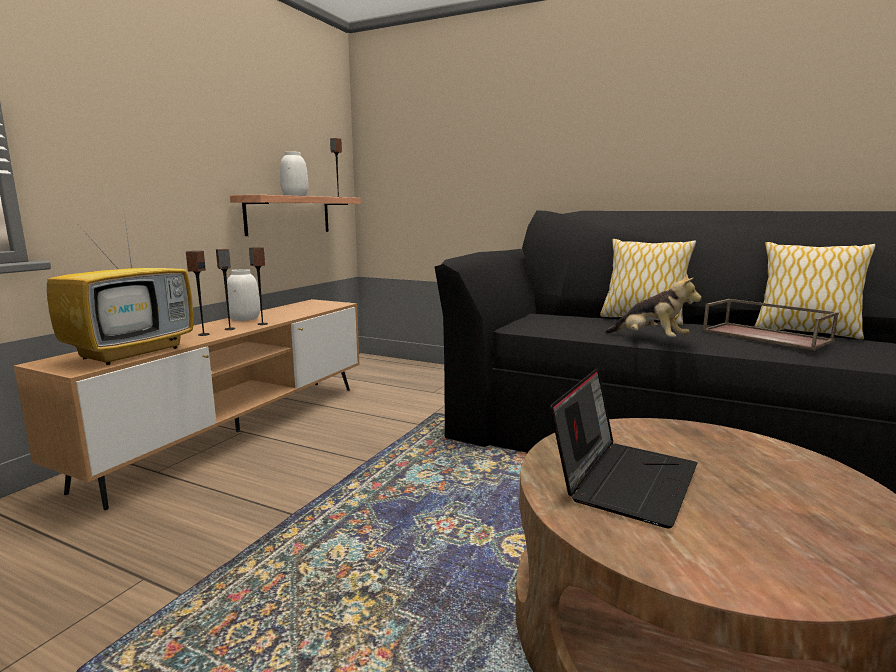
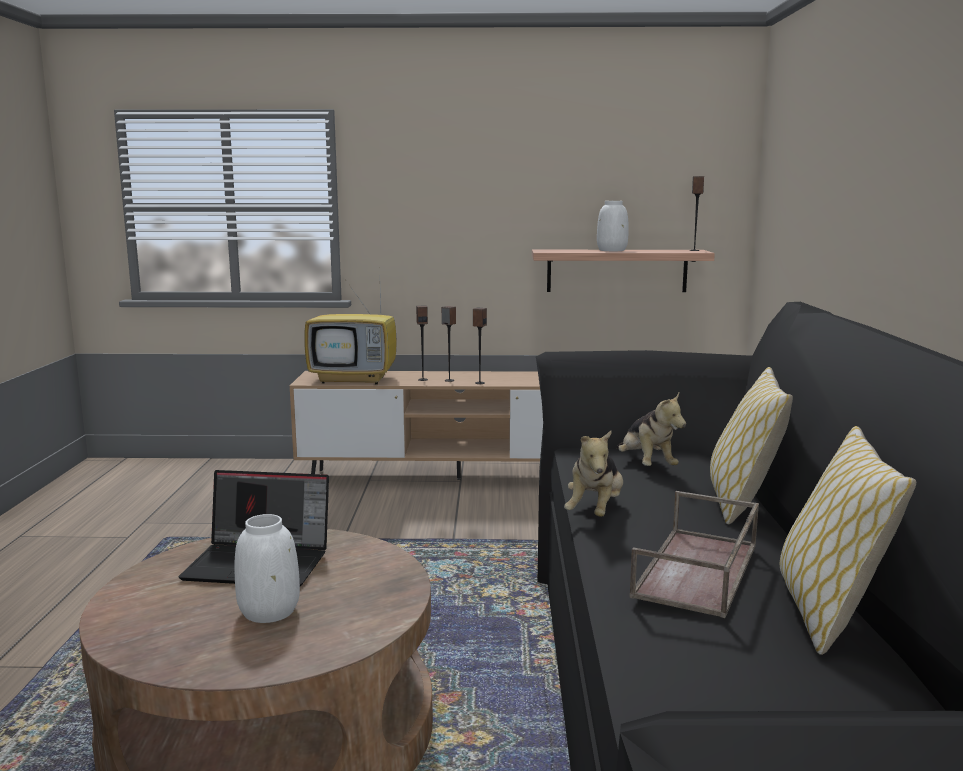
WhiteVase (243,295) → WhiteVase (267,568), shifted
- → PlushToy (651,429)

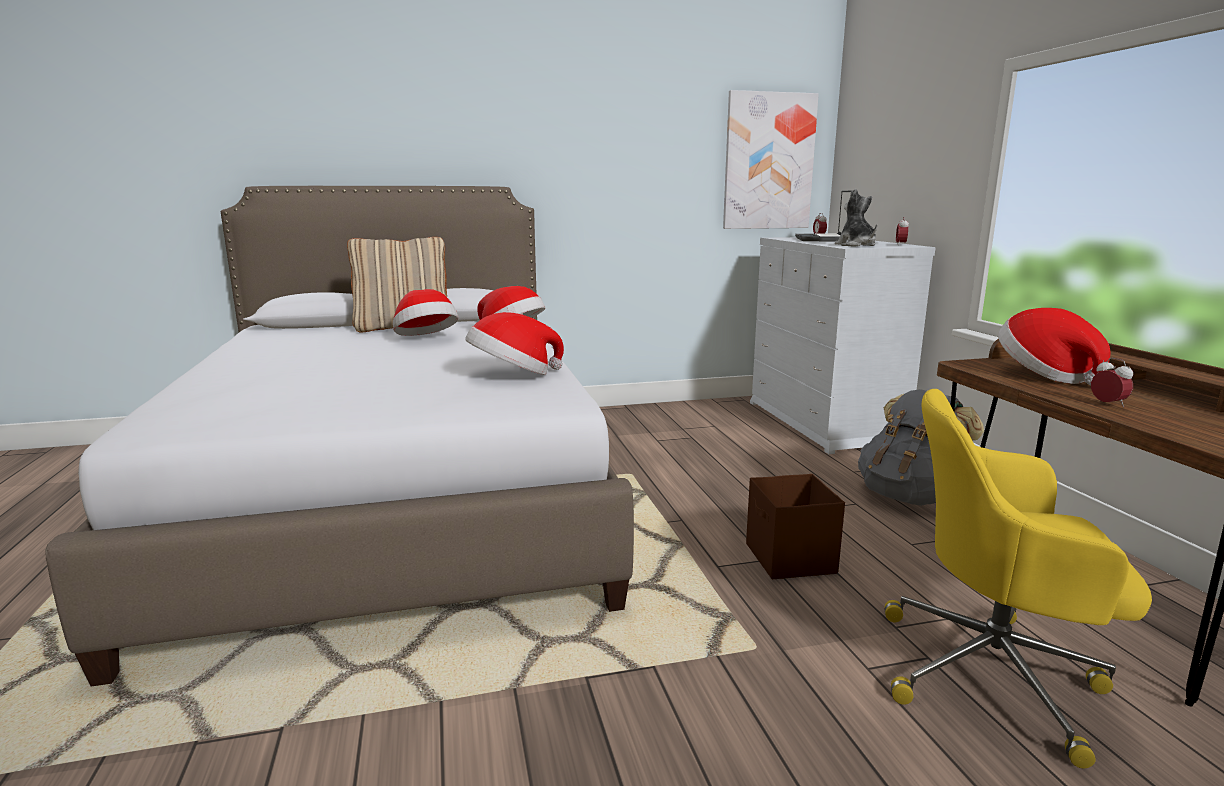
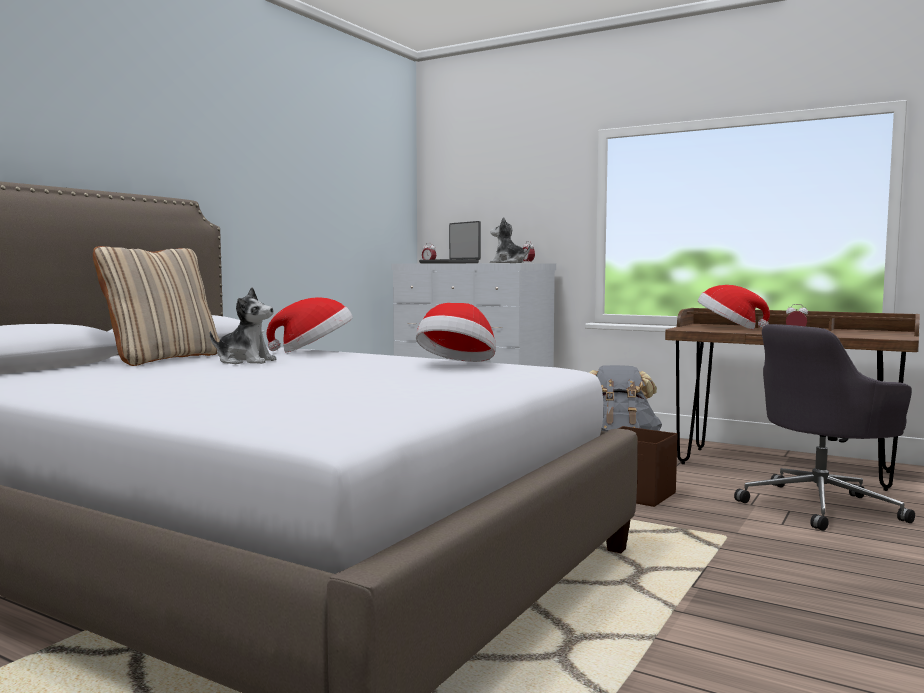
Hat (425,312) → PlushToy (243,325)
YellowOfficeChair (1018,579) → GreyOfficeChair (824,427)
Picture (771,159) → -

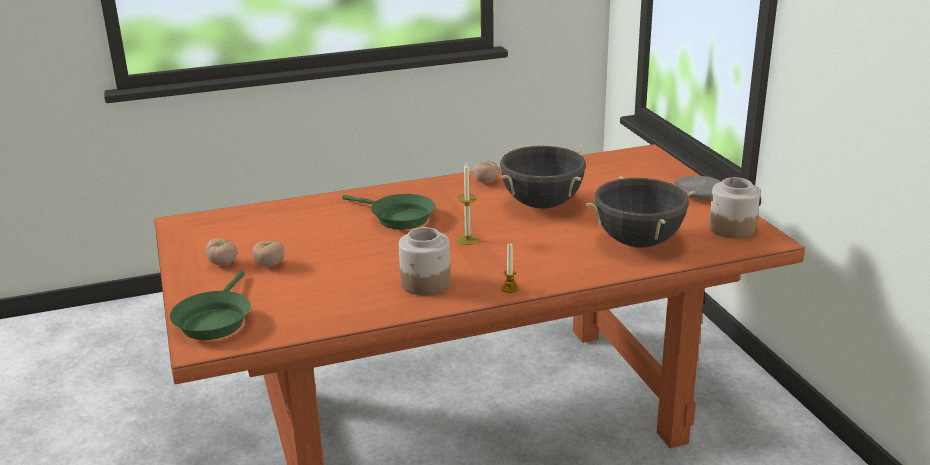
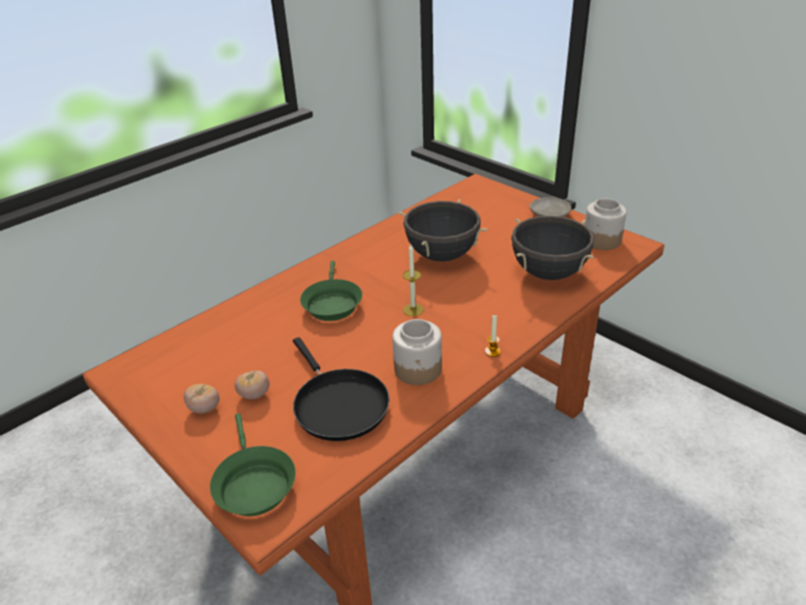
- → BlackFryingPan (341,389)
GreenFryingPan (388,212) → GreenFryingPan (331,290), 75 degrees clockwise
Tomato (486,172) → -

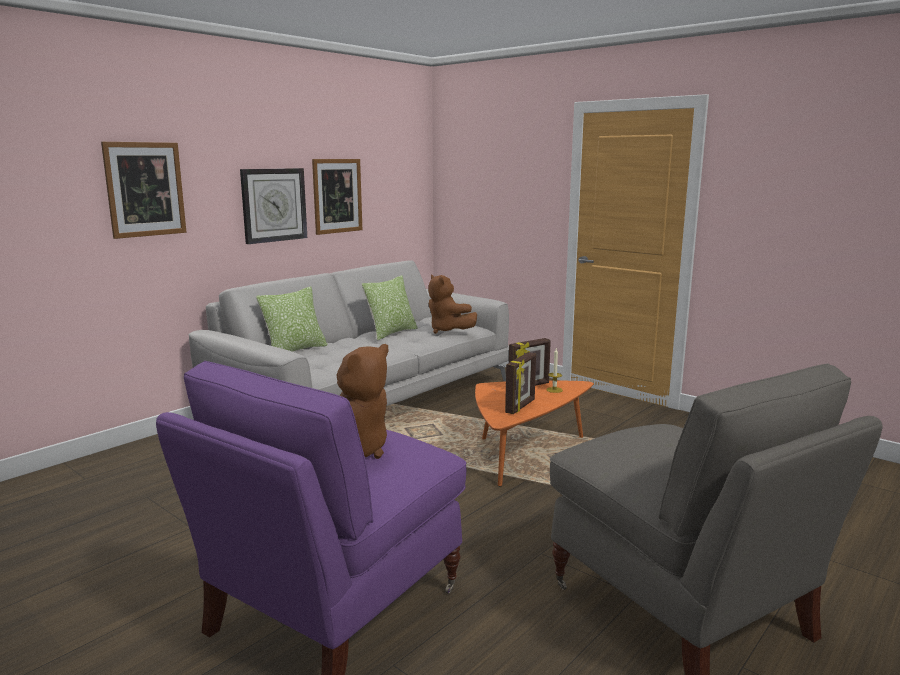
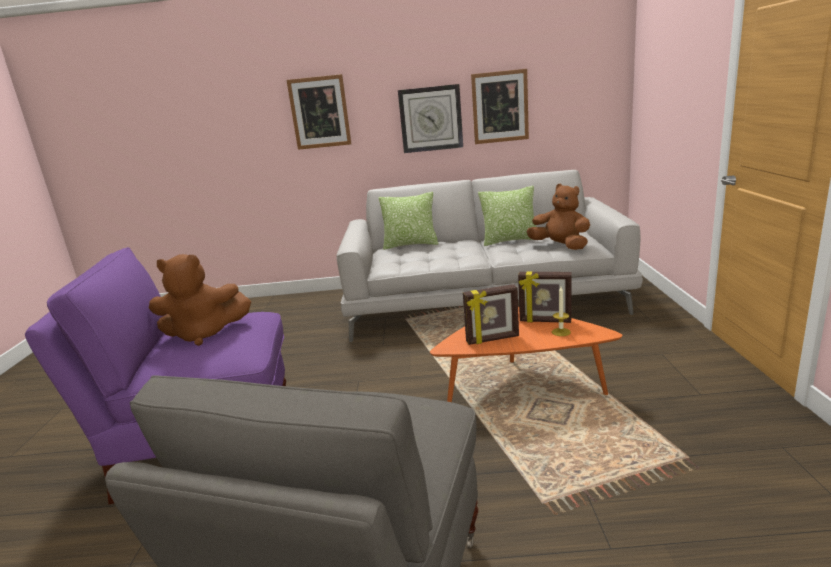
BrownPlushToy (452,304) → BrownPlushToy (558,217), 120 degrees clockwise

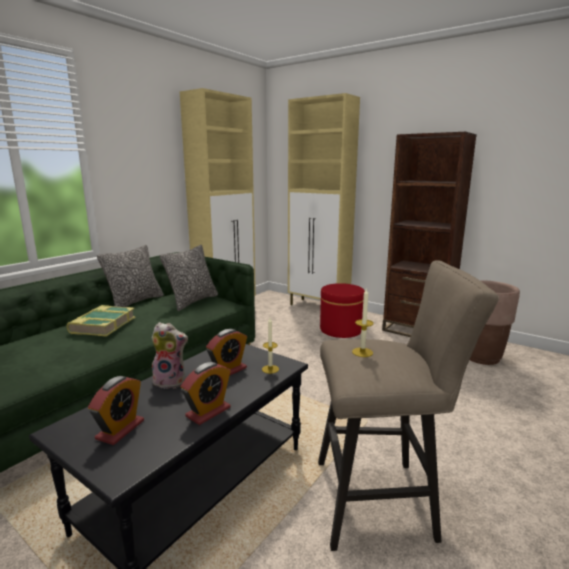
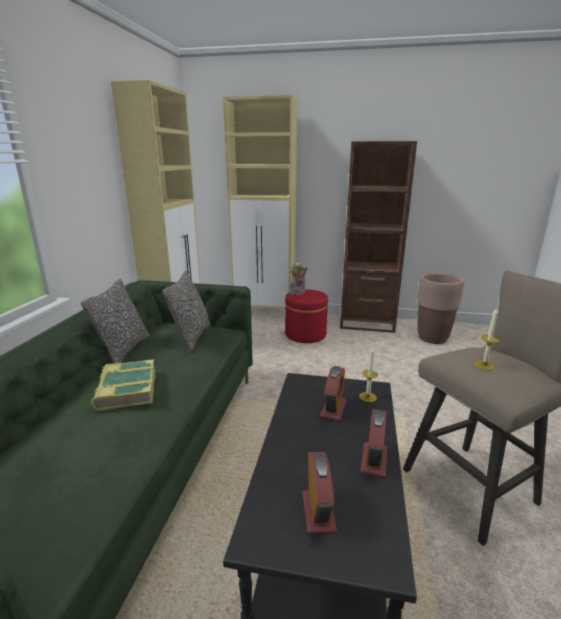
PlushToy (170,355) → PlushToy (299,278), shifted

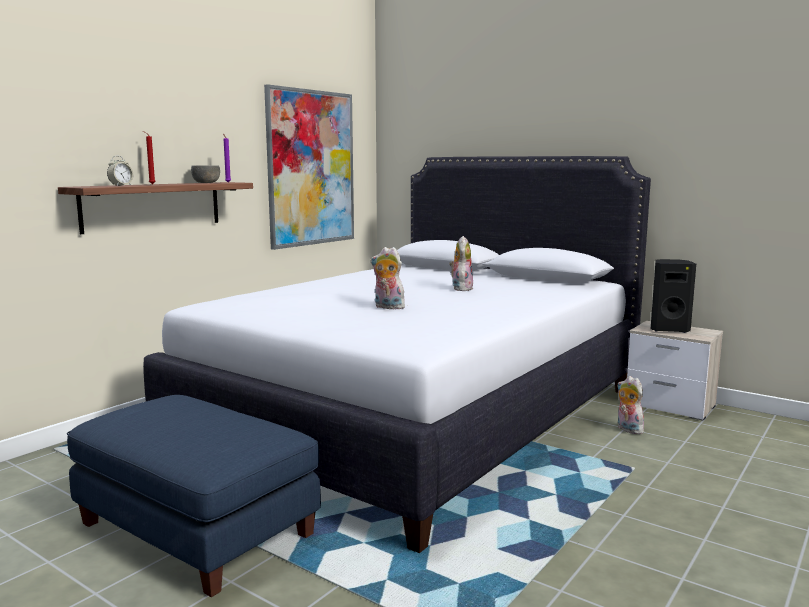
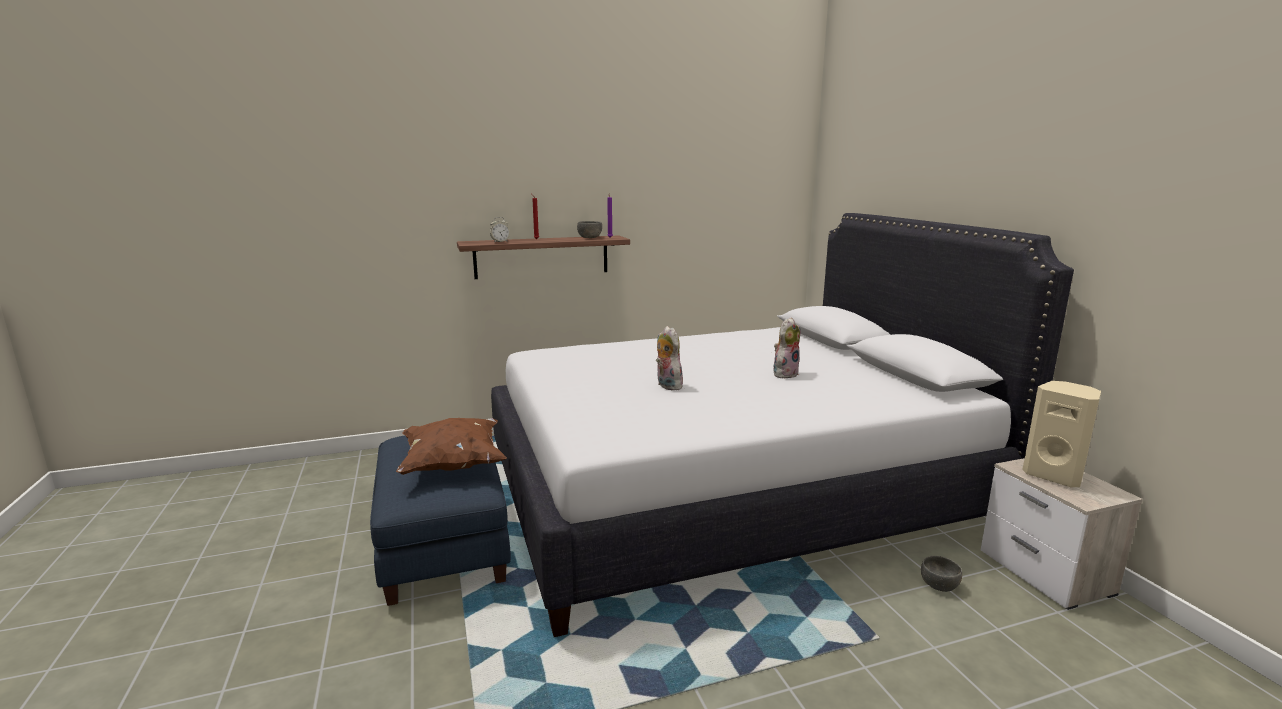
- → BrownPillow (451,446)
PlushToy (630,405) → GreyBowl (941,574)
BlackSpeaker (673,296) → BeigeSpeaker (1061,434)
Picture (309,167) → -

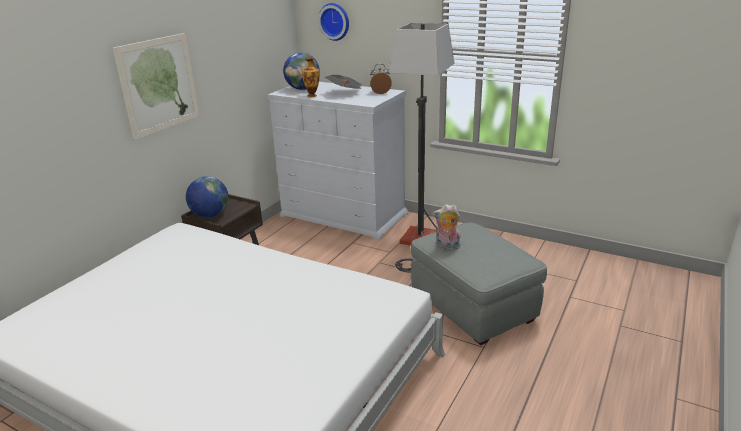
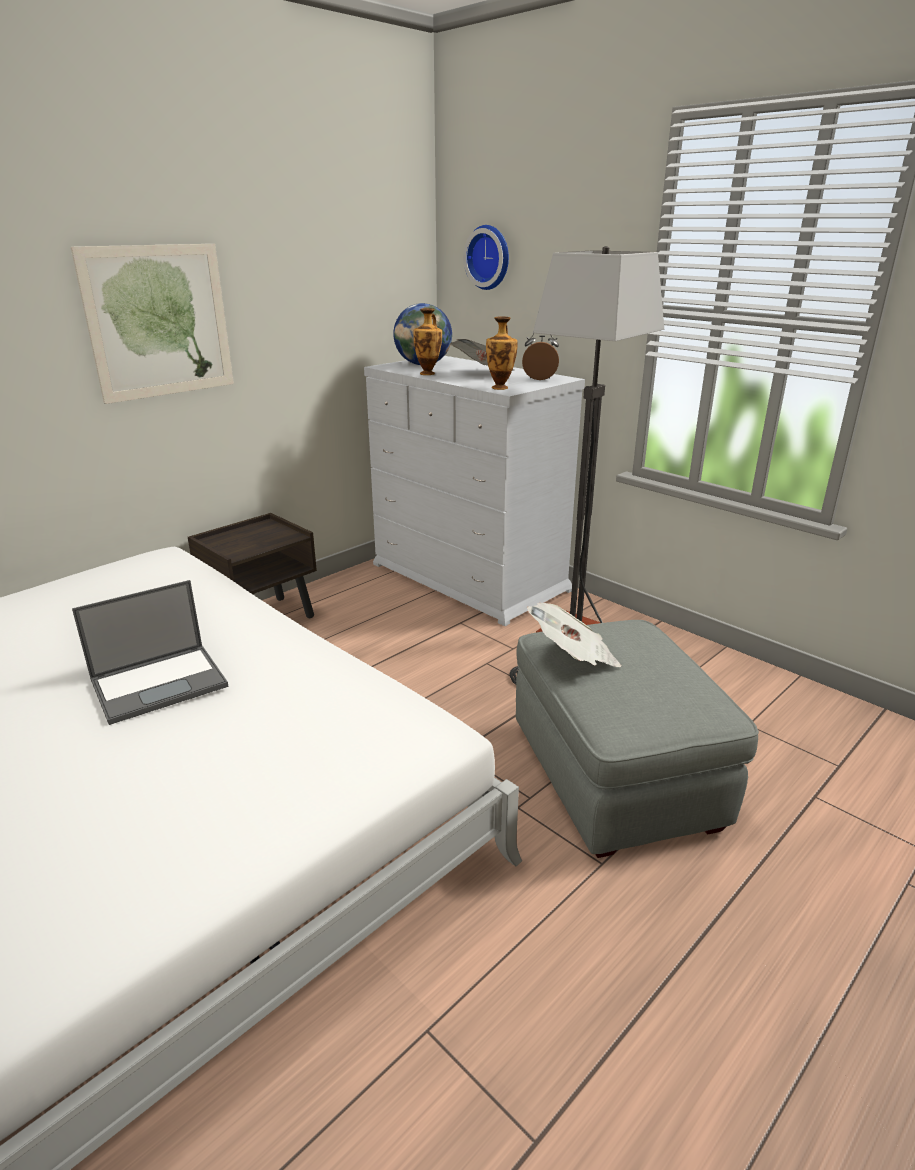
- → Laptop (150,652)
- → Vase (502,353)
PlushToy (447,227) → Newspaper (574,635)
Globe (207,197) → -

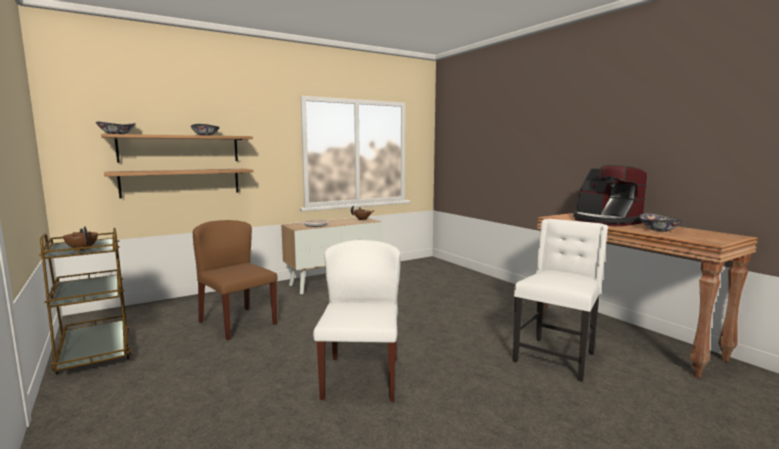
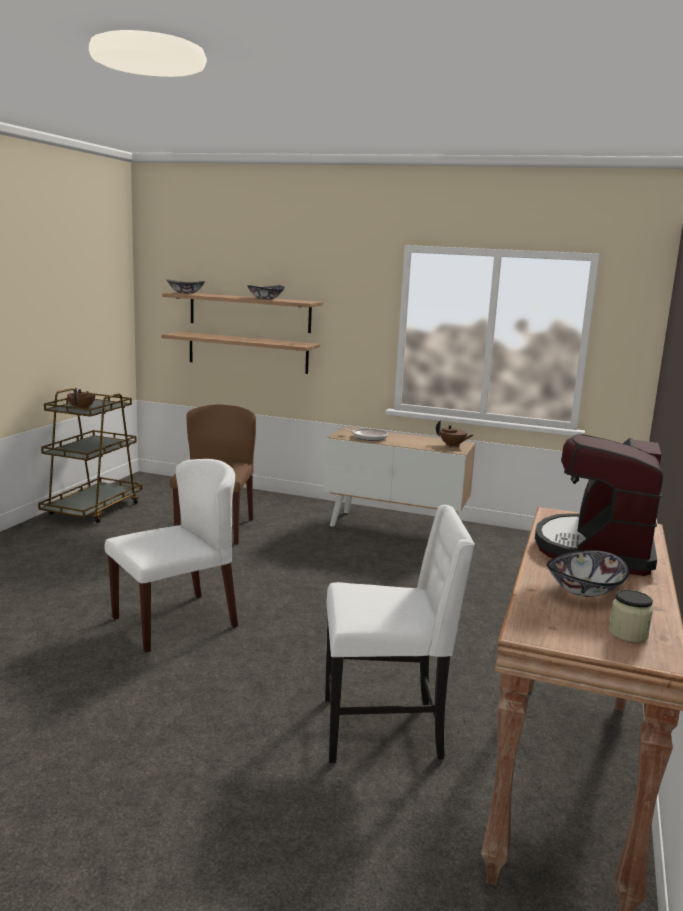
- → Jar (631,616)

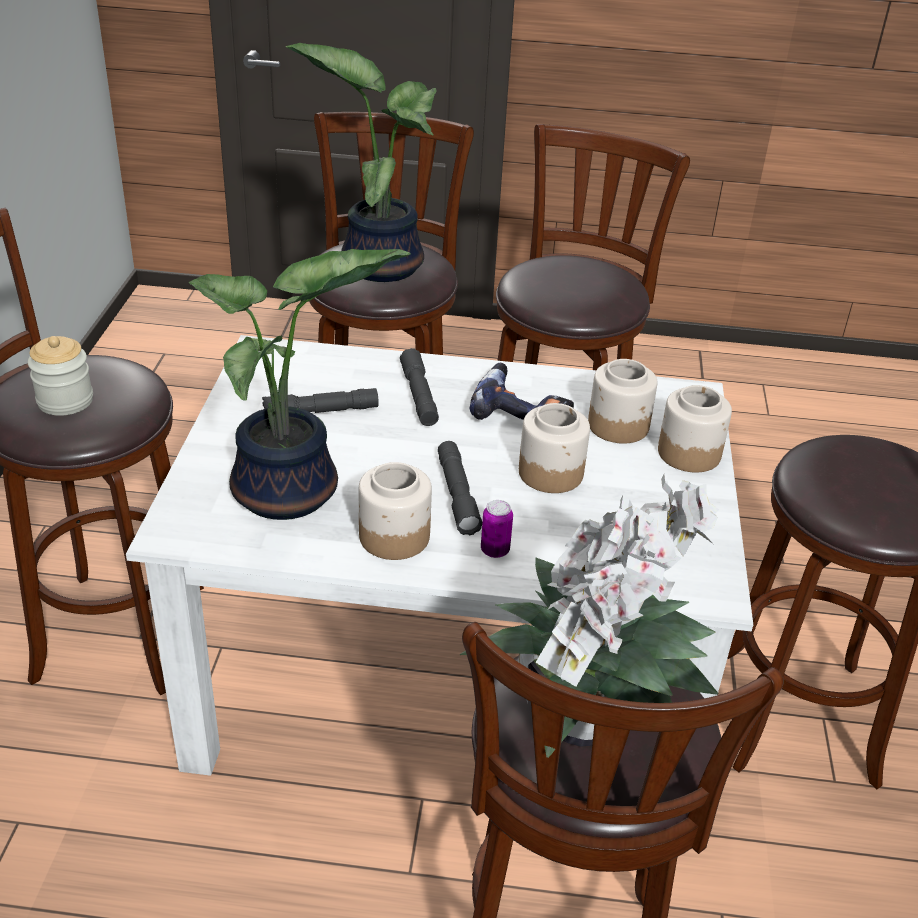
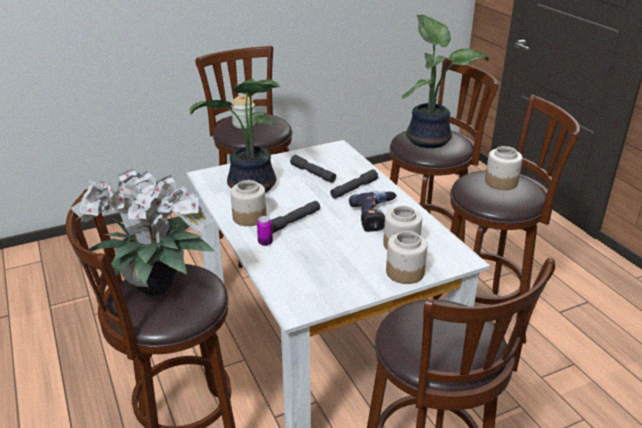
Jar (554,448) → Jar (504,168), shifted

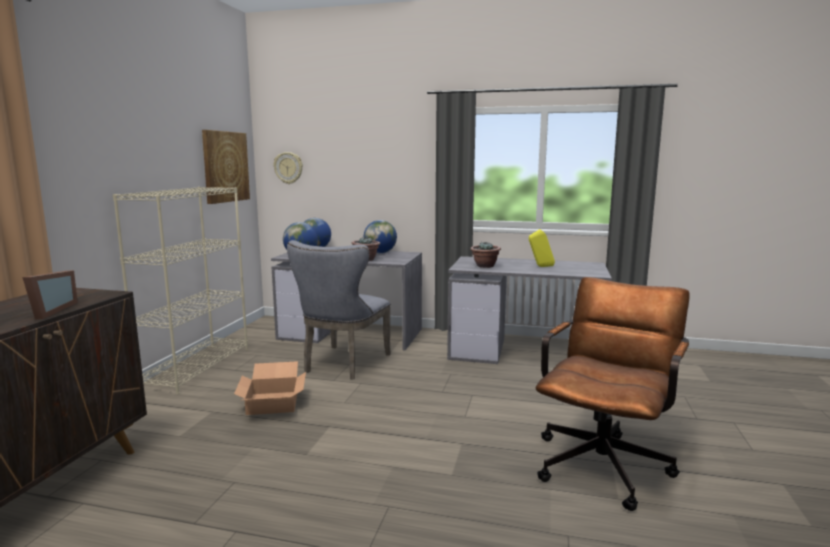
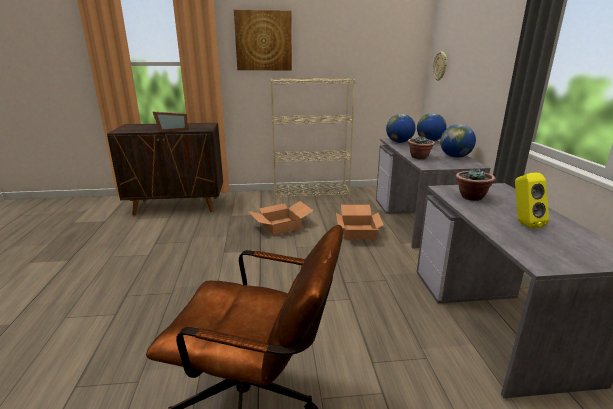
Picture (226,167) → Picture (263,40), shifted
GreyChair (339,310) → CardboardBox (360,222)

